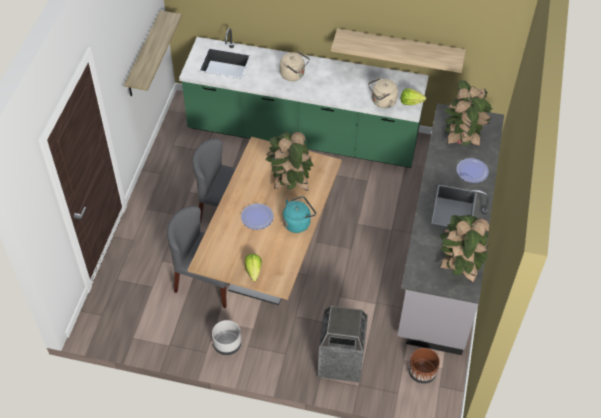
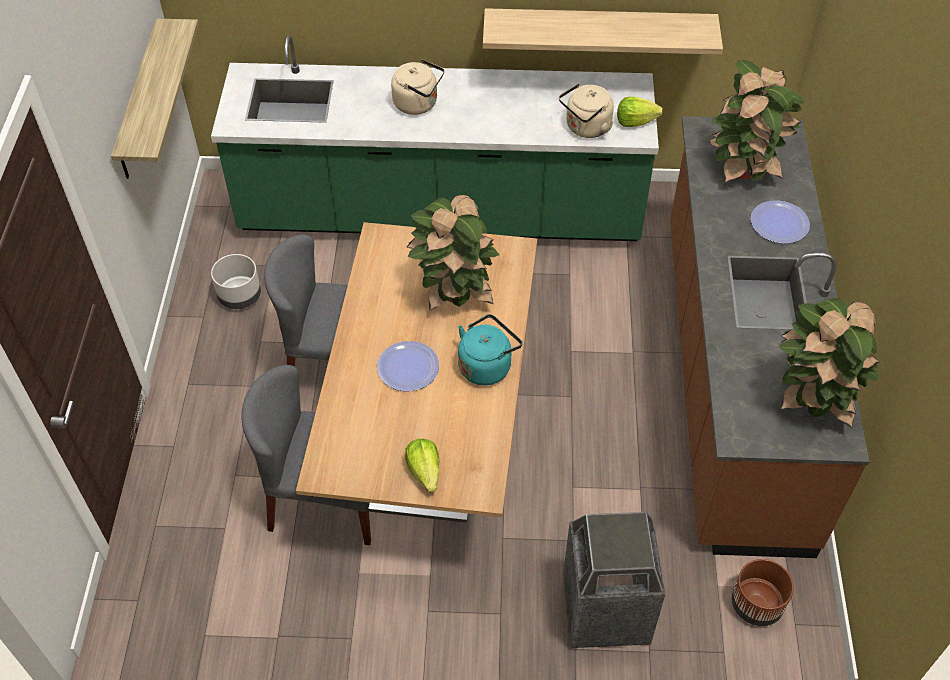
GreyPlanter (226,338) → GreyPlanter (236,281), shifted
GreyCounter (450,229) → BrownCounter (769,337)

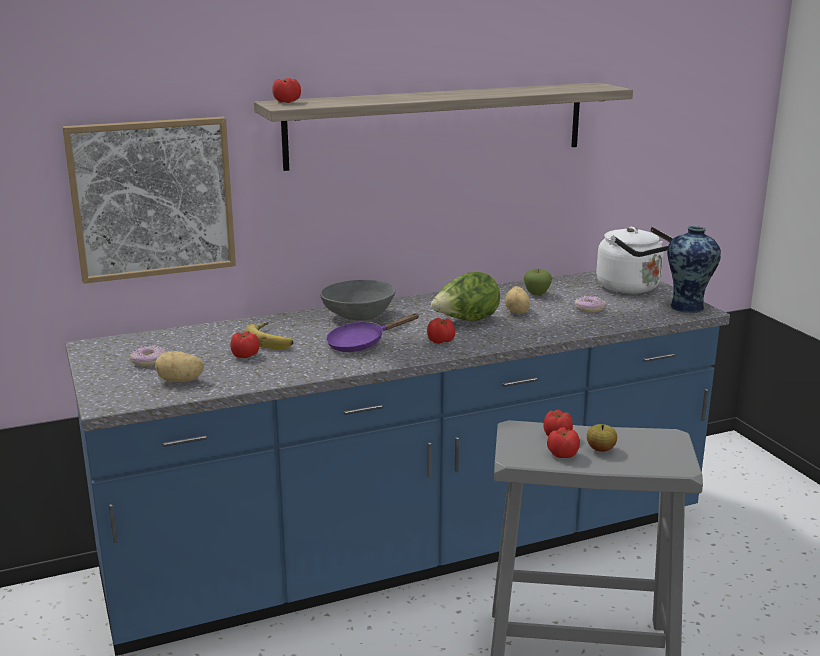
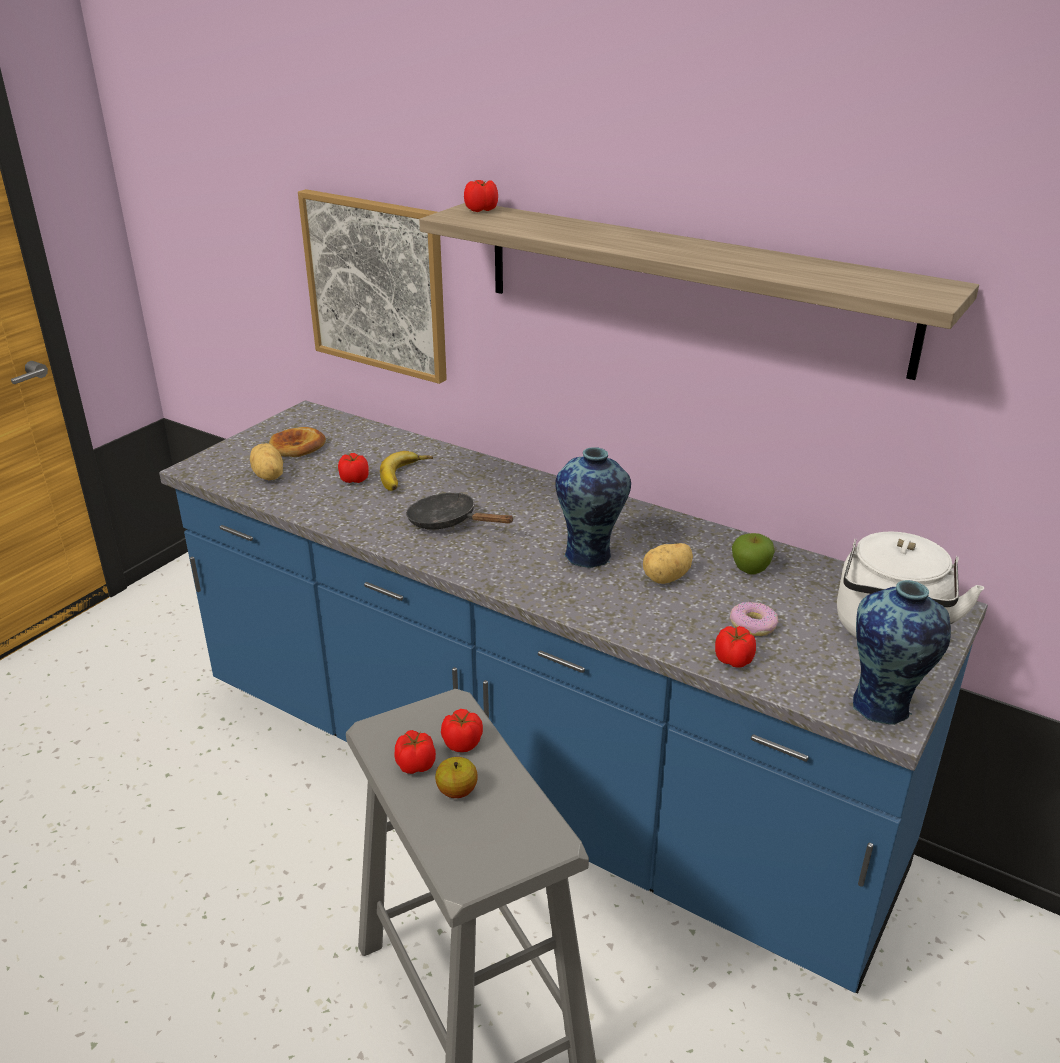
Donut (148,356) → Bread (297,442)
PurpleFryingPan (373,332) → BlackFryingPan (460,511)
Lettuce (465,296) → Vase (593,507)
Tomato (441,331) → Tomato (735,647), shifted
GreyBowl (358,300) → -

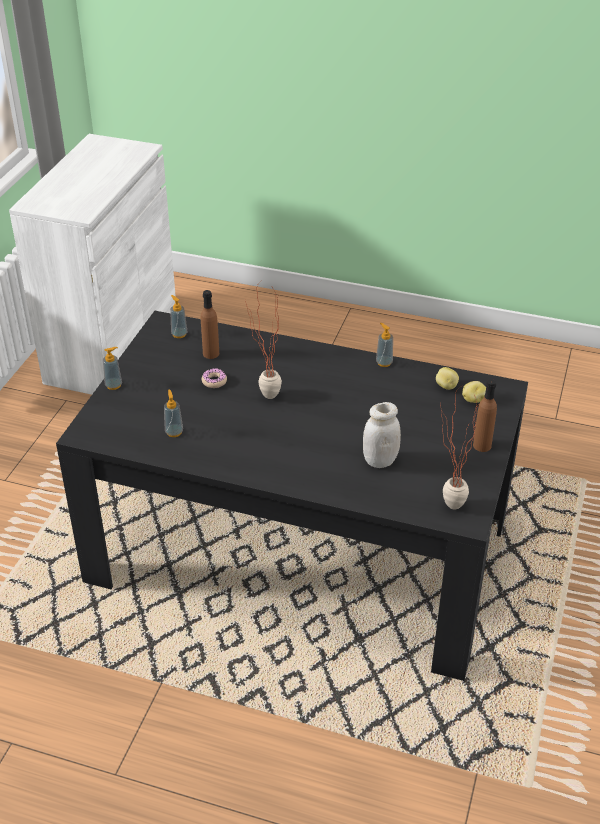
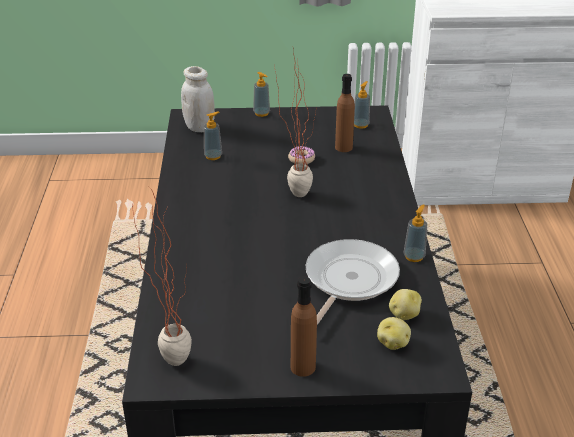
WhiteJar (382,435) → WhiteJar (198,99), shifted
- → FryingPan (353,282)

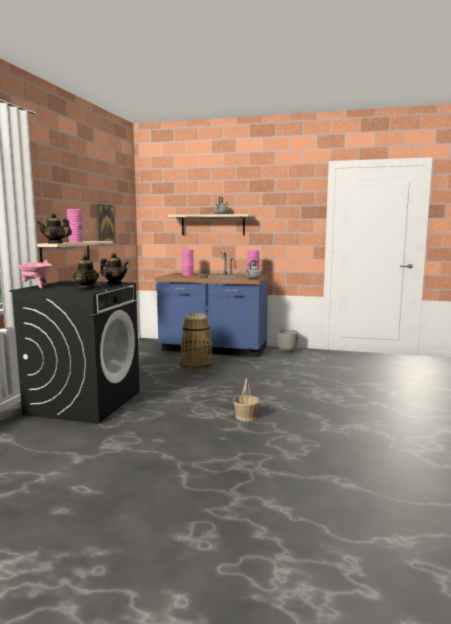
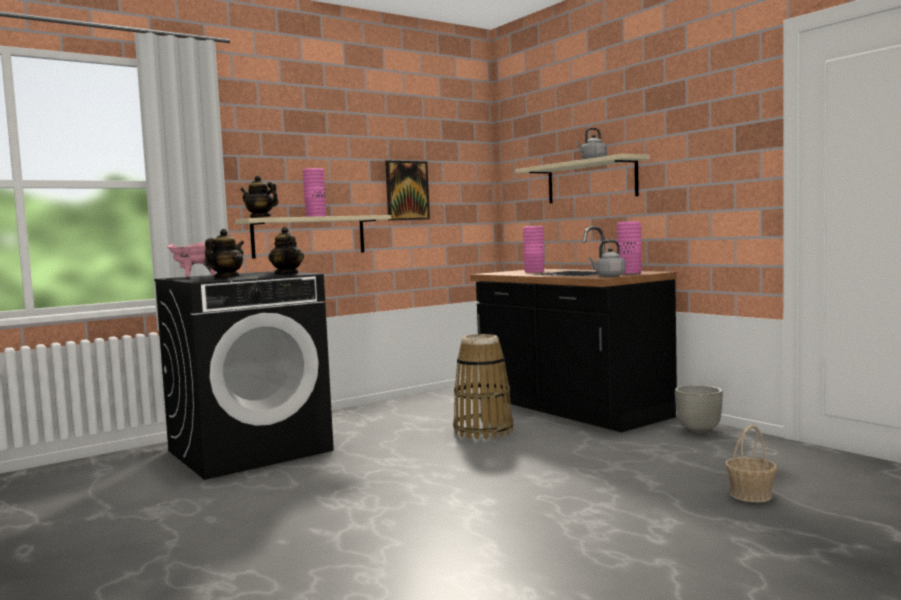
BlueCounter (212,304) → BlackCounter (573,329)
Basket (246,399) → Basket (751,464), shifted

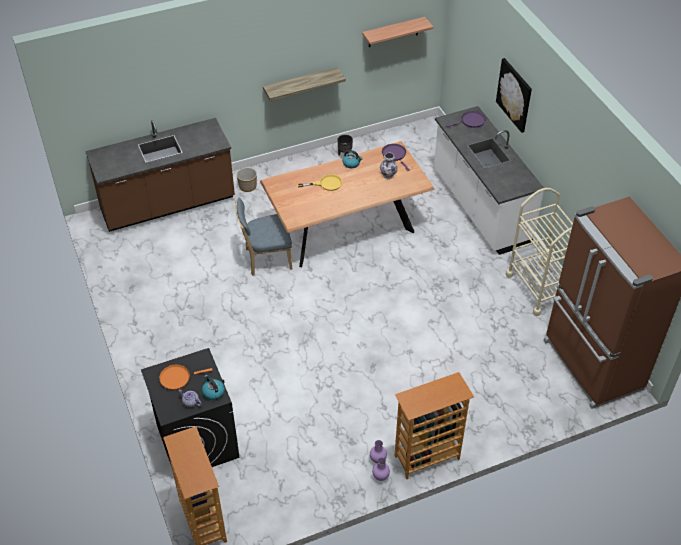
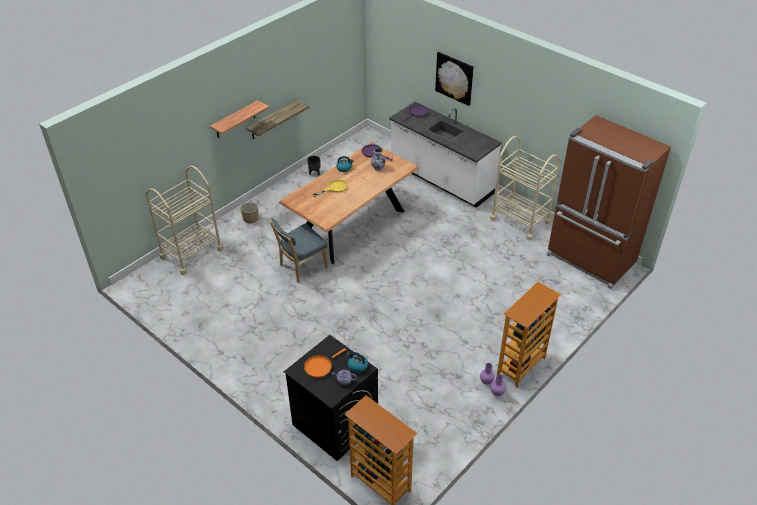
BrownCounter (160,175) → BeigeCart (184,220)
Shelf (397,32) → Shelf (239,119), shifted

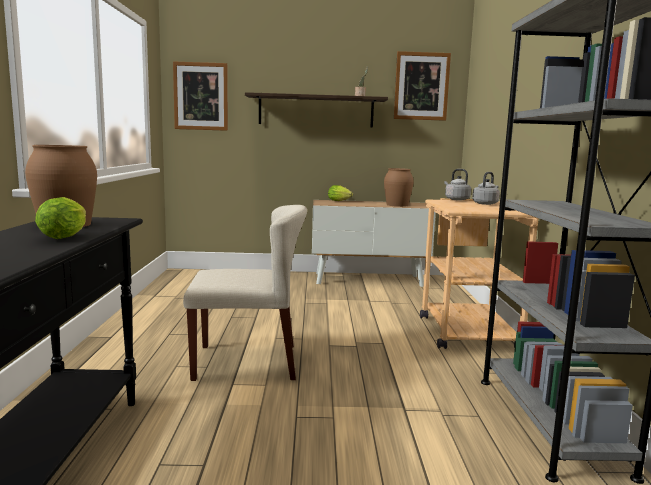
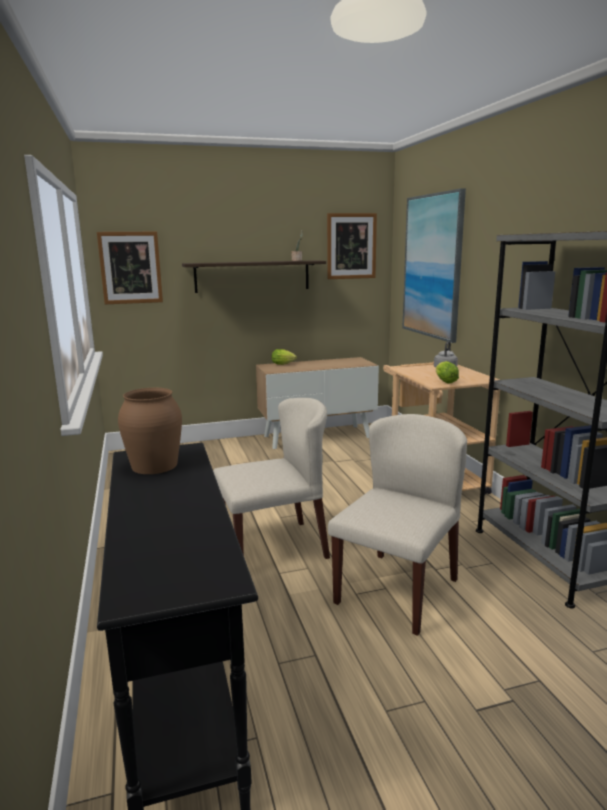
- → BeigeChair (397,525)
- → Picture (434,265)
Lettuce (60,218) → Lettuce (447,372), shifted
BrownVase (399,187) → -
GreyKettle (457,185) → -

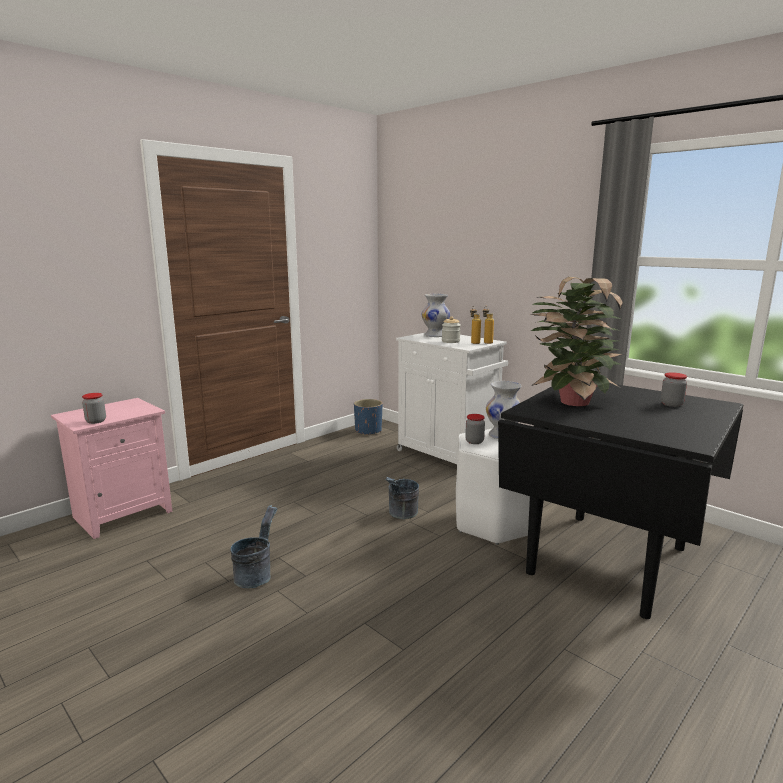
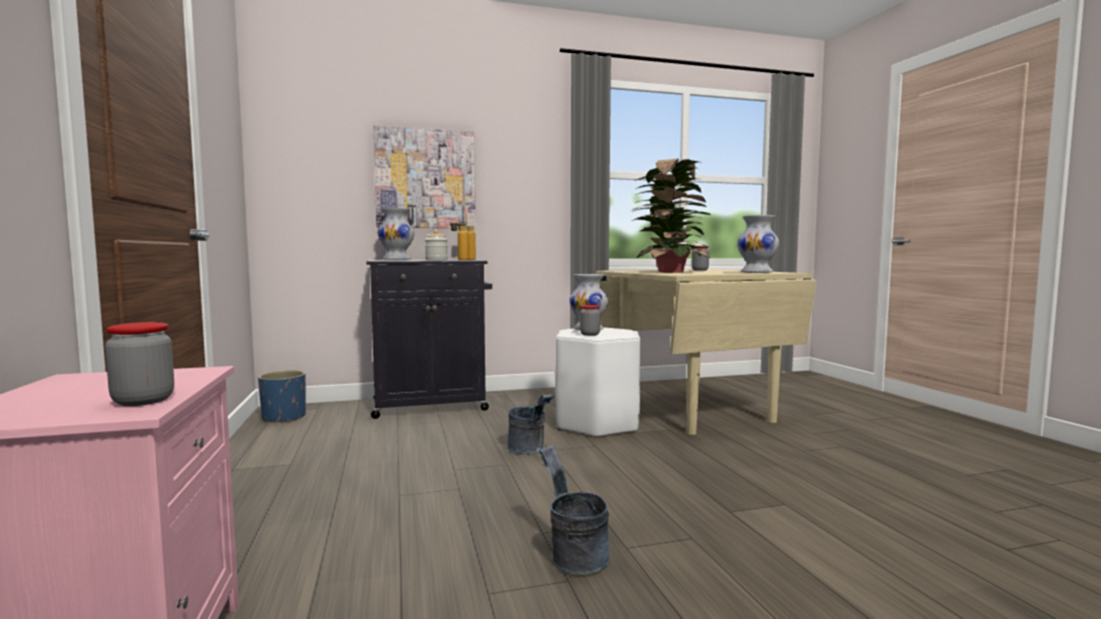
WhiteCabinet (452,398) → BlackCabinet (429,339)
- → Picture (424,177)
BlackDiningTable (620,501) → BeigeDiningTable (706,352)
- → WhiteVase (758,244)

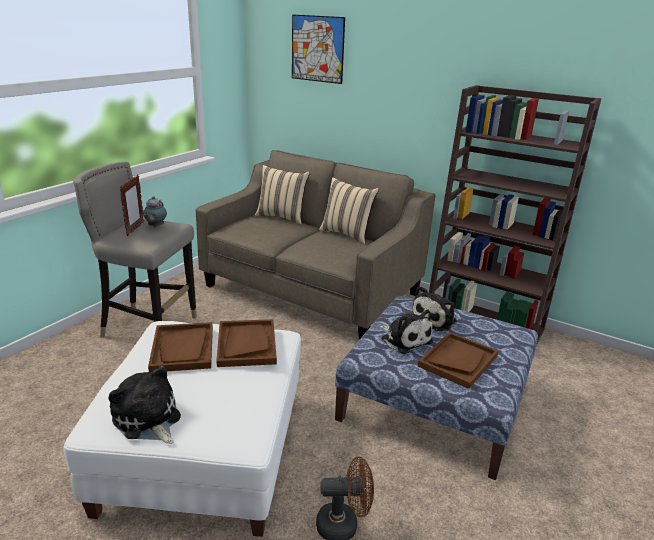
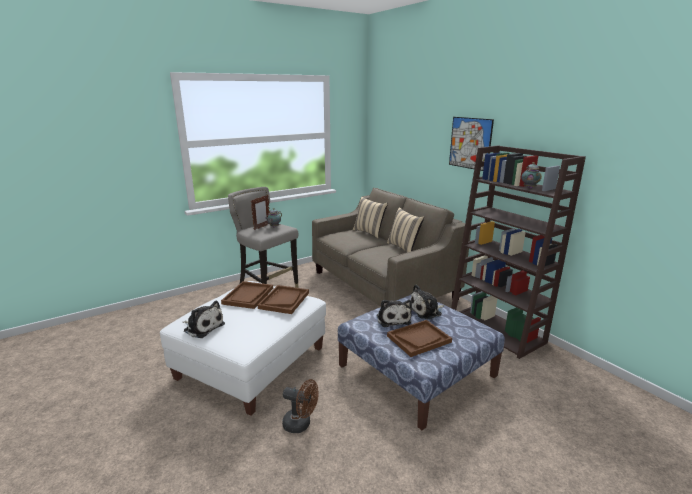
PlushToy (145,405) → PlushToy (204,319), 135 degrees clockwise
Picture (318,49) → Picture (471,144), shifted
- → Teapot (531,175)

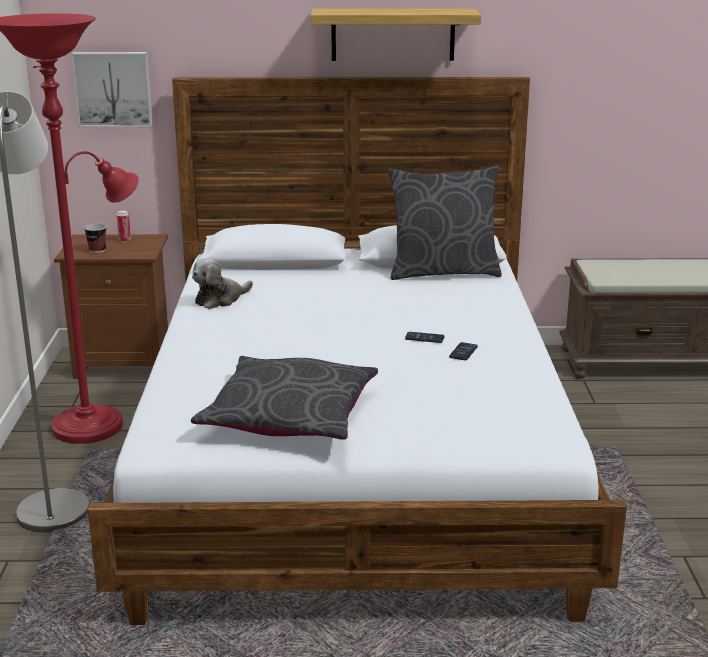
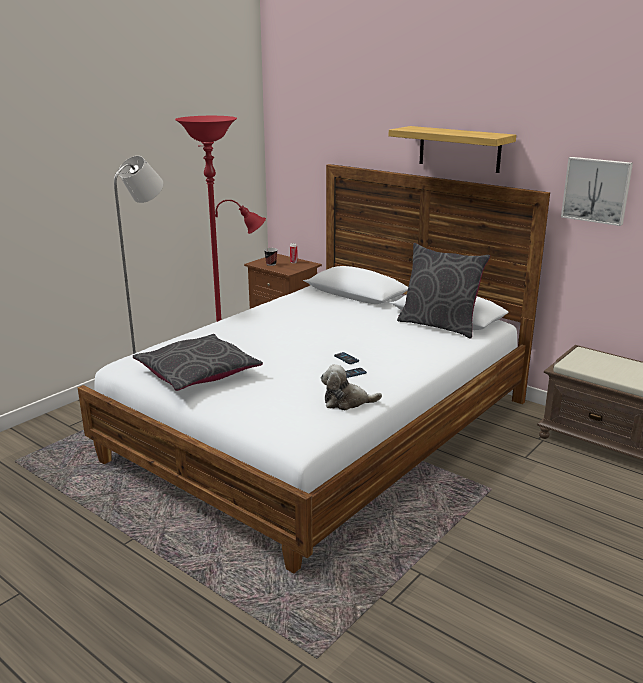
PlushToy (222,283) → PlushToy (351,387), shifted
Picture (112,90) → Picture (597,191), shifted

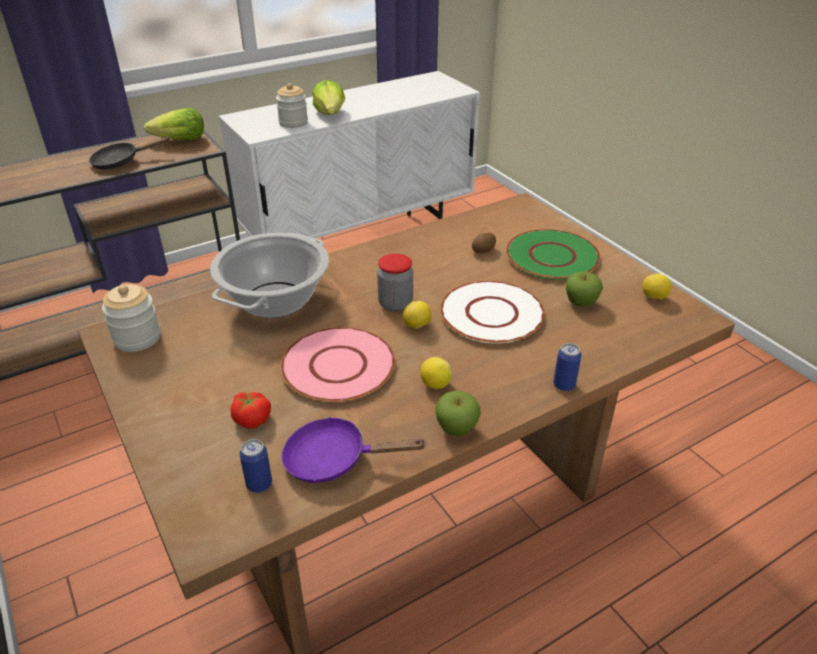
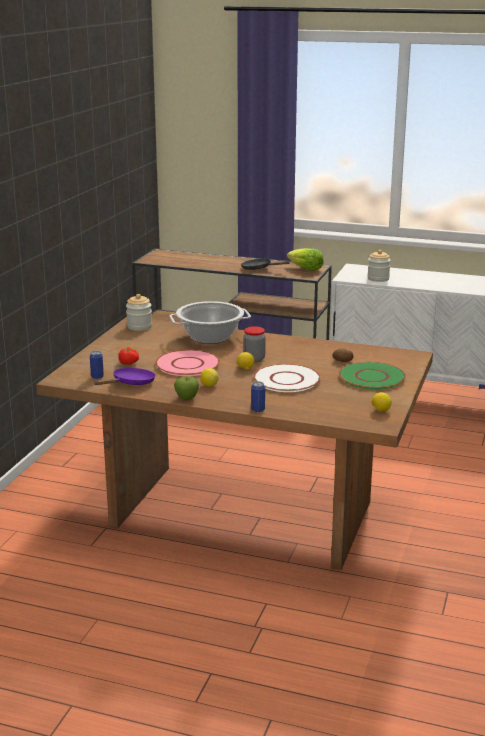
PurpleFryingPan (354,450) → PurpleFryingPan (125,376), 75 degrees clockwise
Lettuce (329,97) → -
Apple (584,289) → -

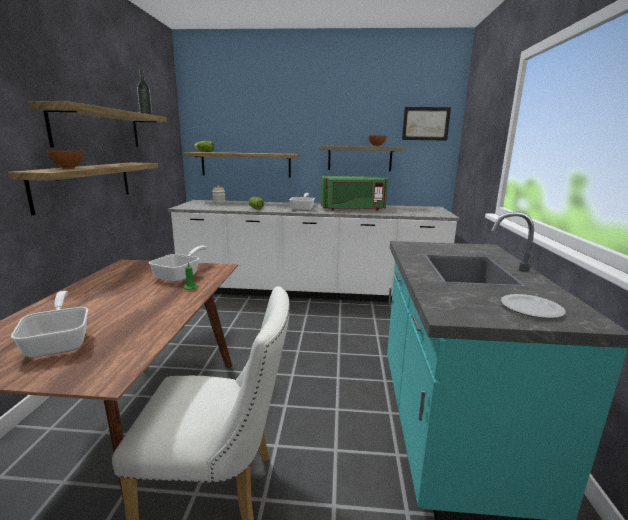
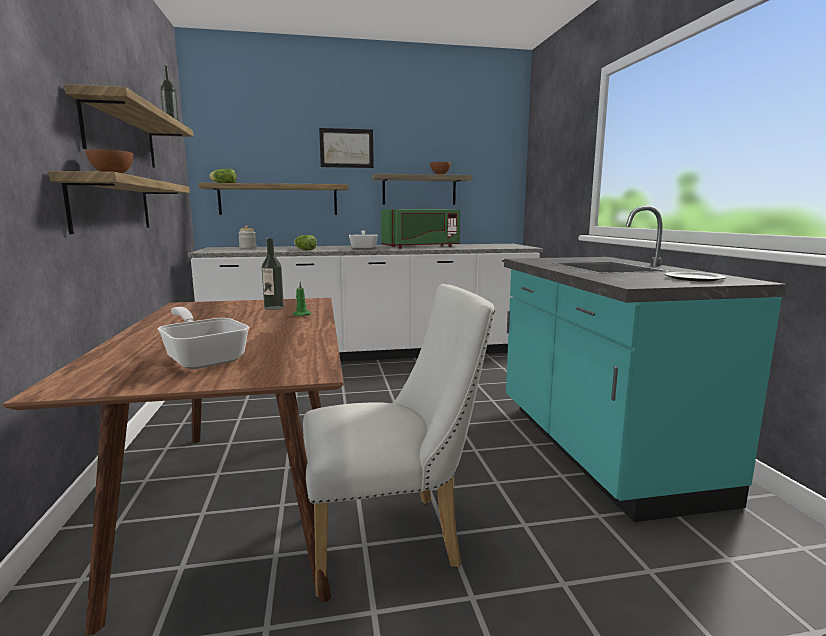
FryingPan (178,264) → Bottle (273,274)
Picture (426,124) → Picture (346,148), shifted

